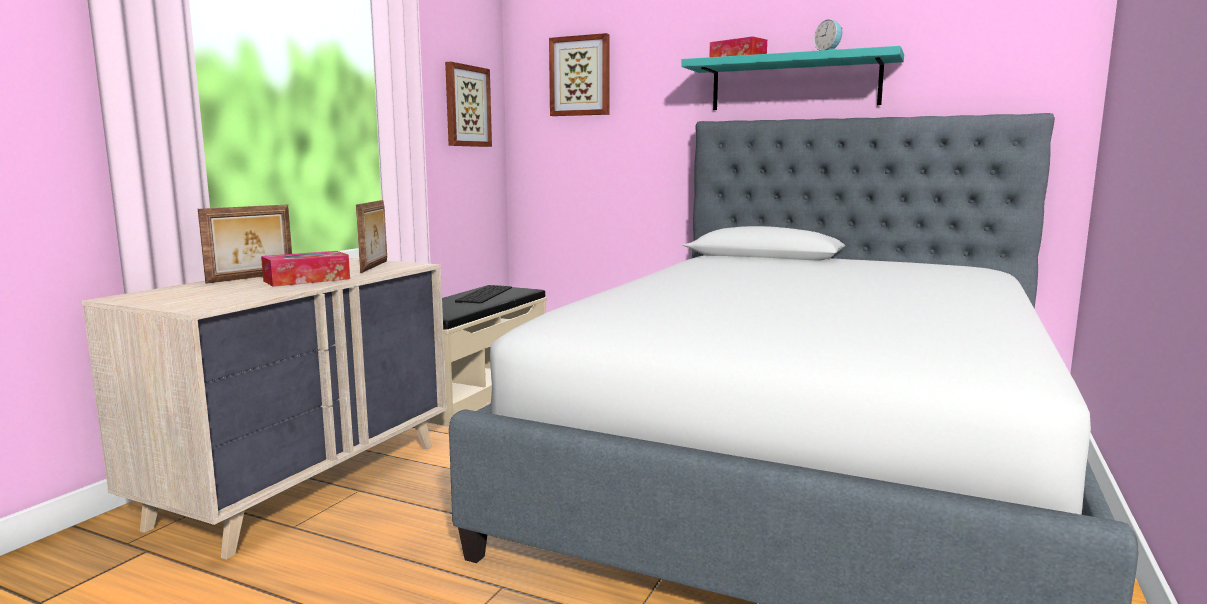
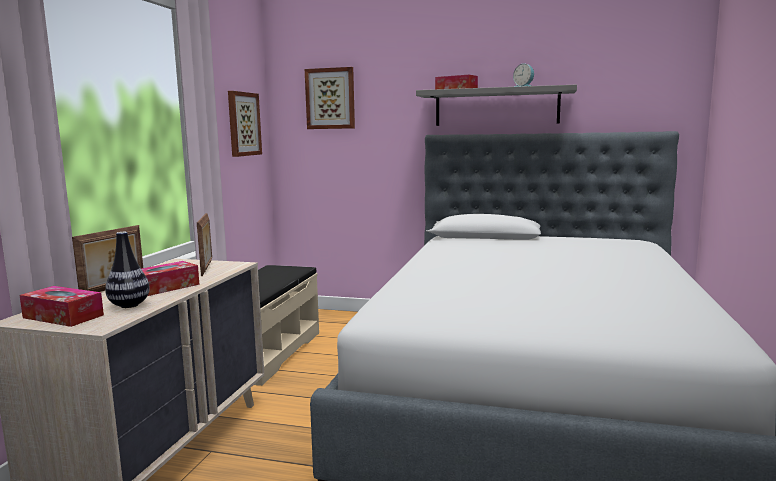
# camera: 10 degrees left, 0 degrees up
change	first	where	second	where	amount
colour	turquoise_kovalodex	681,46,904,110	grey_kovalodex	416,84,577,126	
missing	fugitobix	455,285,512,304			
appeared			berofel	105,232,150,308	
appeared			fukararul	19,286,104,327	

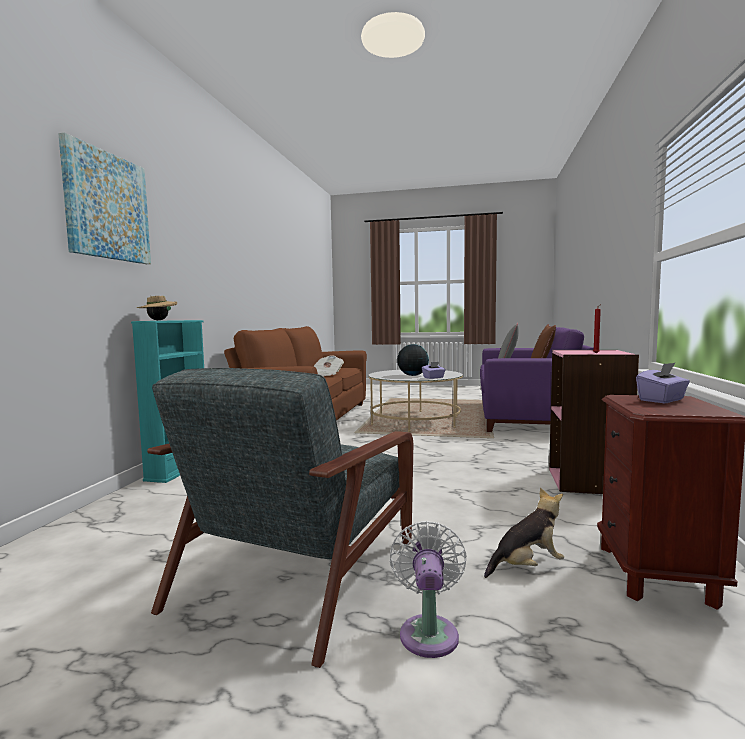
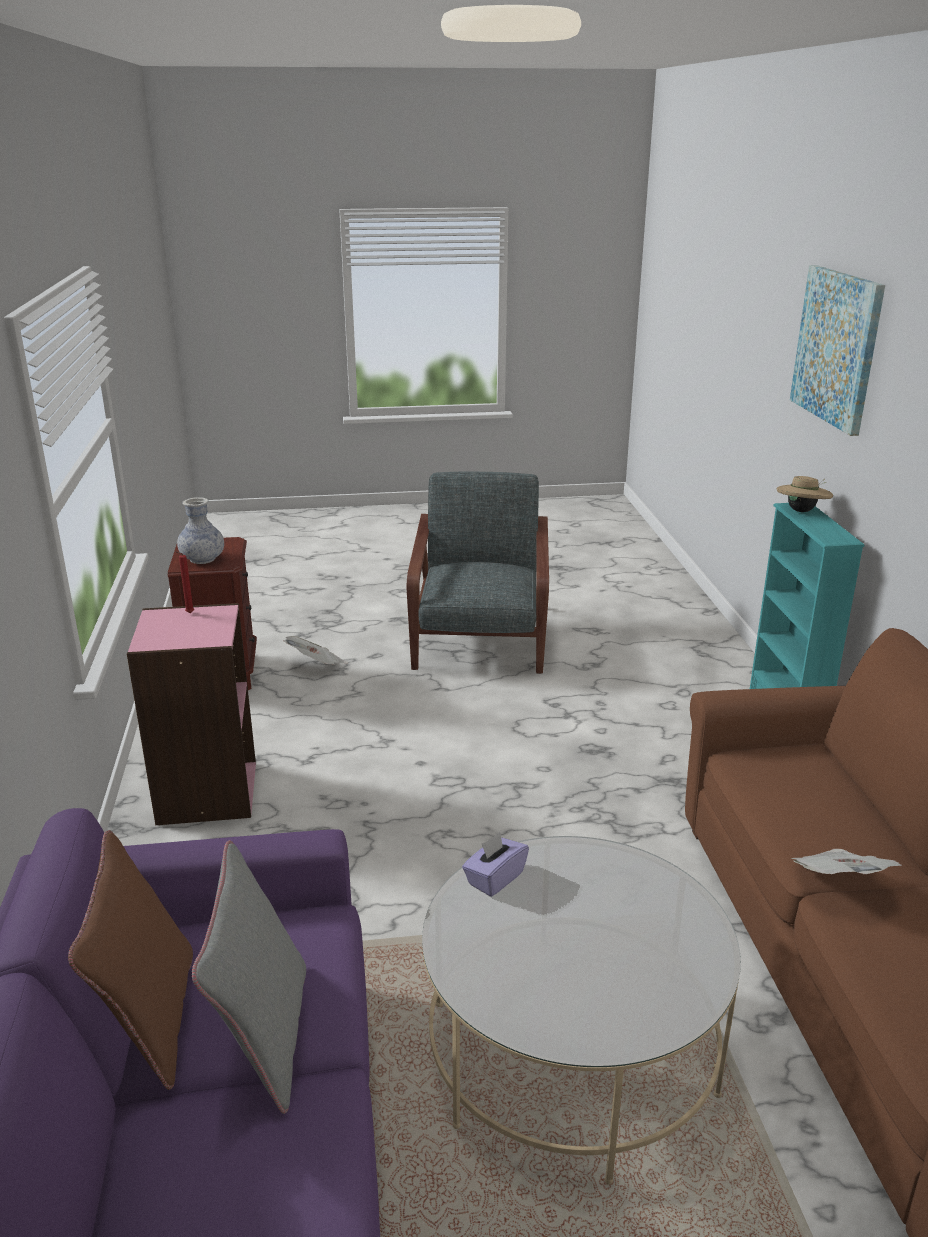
# camera: 160 degrees right, 20 degrees up
change	first	where	second	where	amount
missing	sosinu	397,344,429,376			
exchanged	purple_fukararul	636,362,690,403	berofel	177,497,224,564	
exchanged	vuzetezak	484,488,564,578	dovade	283,636,348,665	
missing	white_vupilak	390,521,467,658			

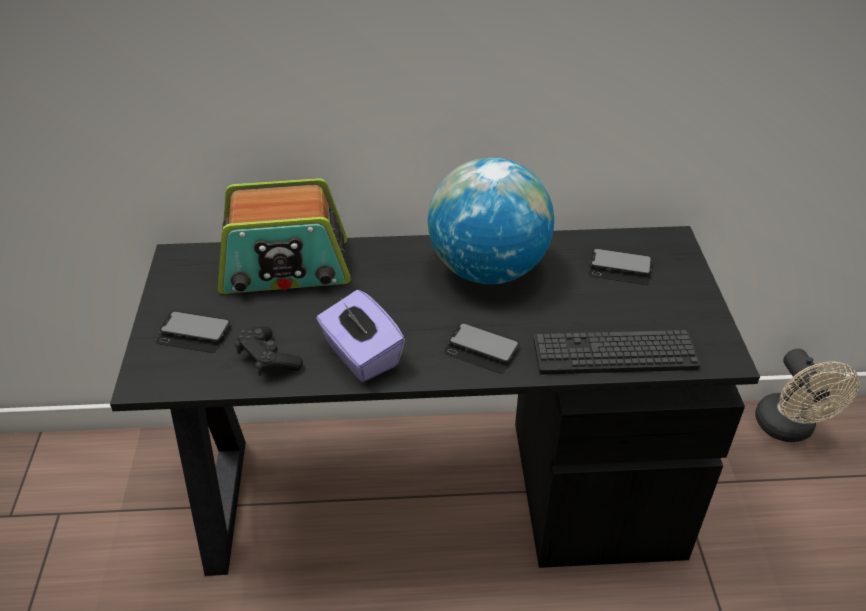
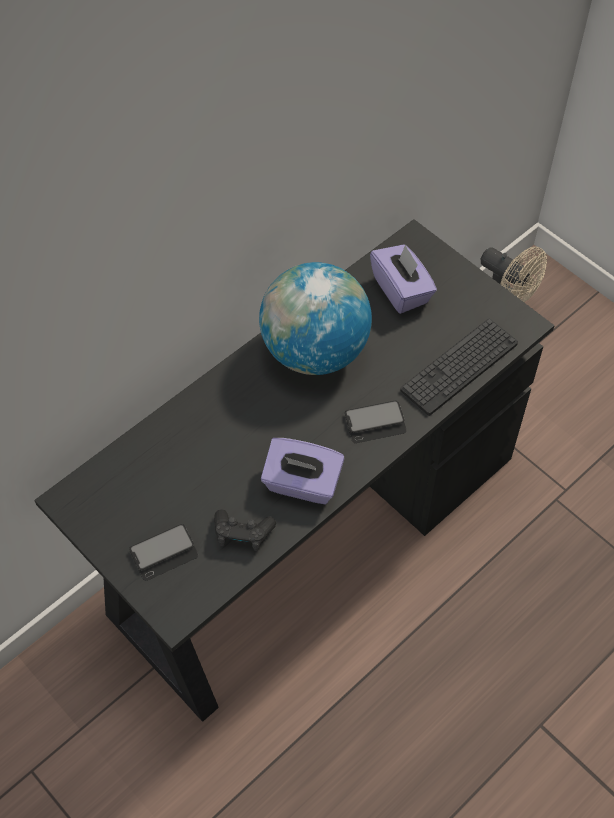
# camera: 40 degrees left, 15 degrees up
change	first	where	second	where	amount
missing	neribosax	218,178,350,294			
exchanged	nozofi	588,248,652,285	purple_fukararul	370,244,437,314	

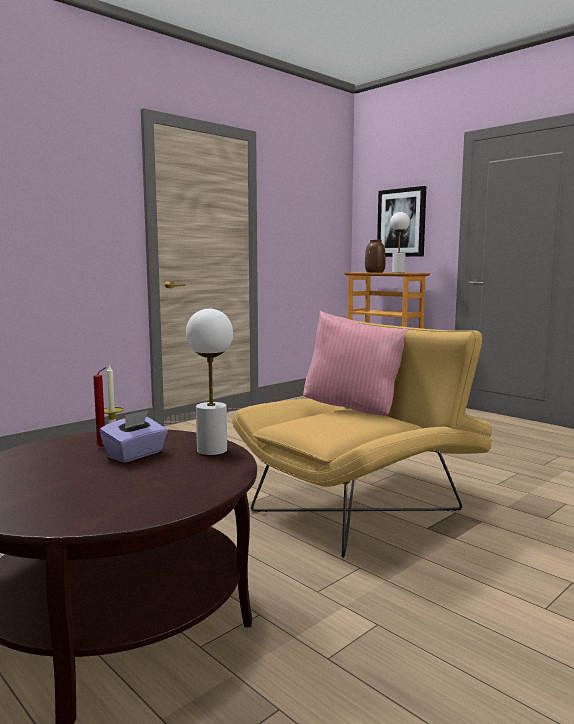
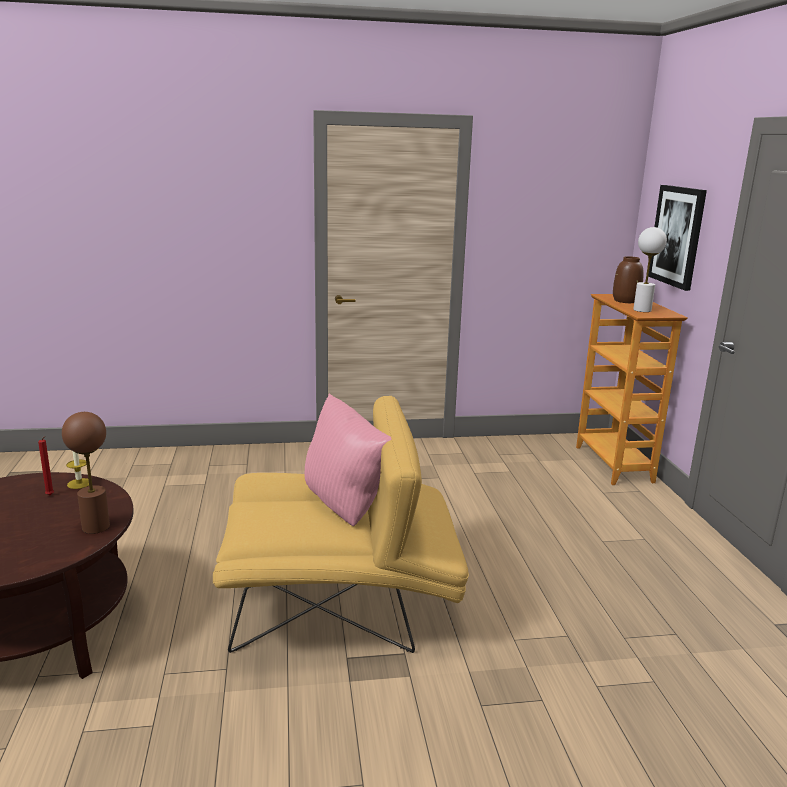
# camera: 35 degrees right, 10 degrees up
change	first	where	second	where	amount
colour	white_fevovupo	186,309,233,455	brown_fevovupo	62,412,110,534	
missing	purple_fukararul	99,410,168,463			

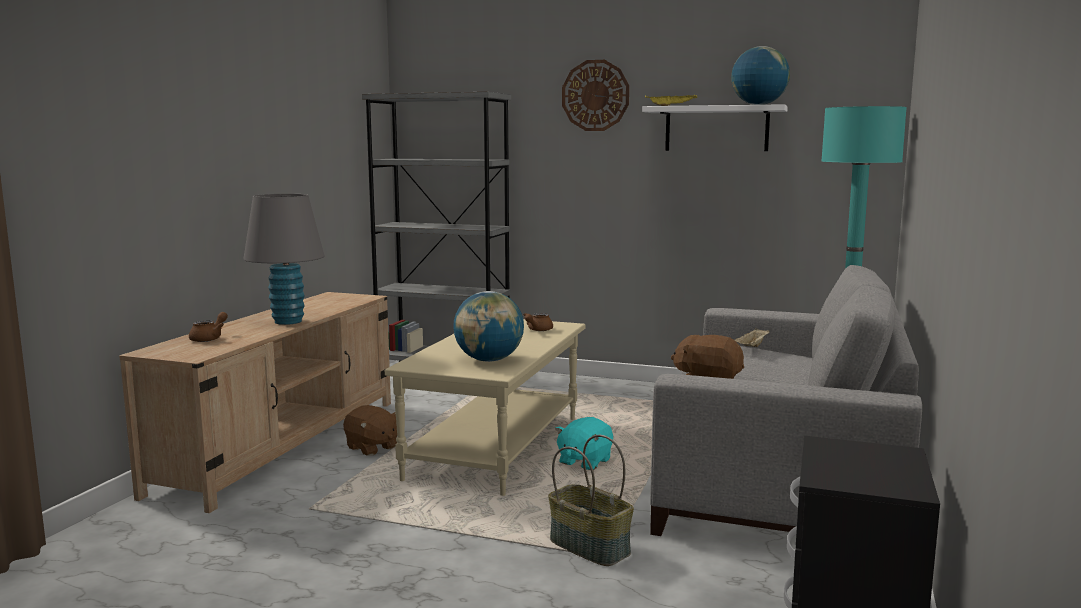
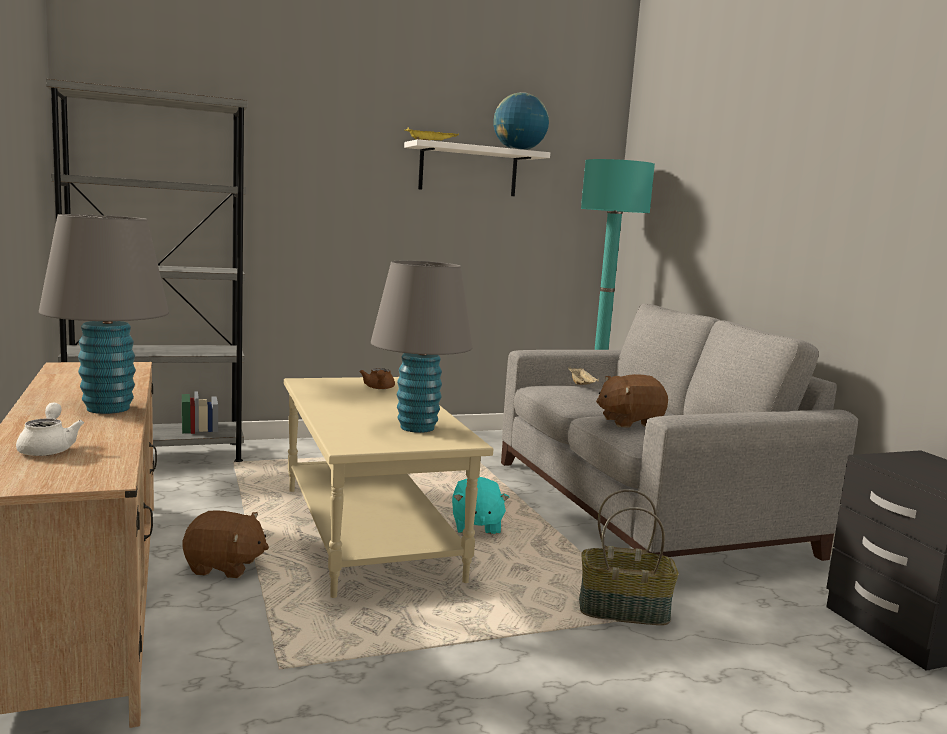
# camera: 40 degrees left, 0 degrees up
change	first	where	second	where	amount
missing	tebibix	562,60,629,131			
exchanged	sosinu	453,291,524,362	grey_fevovupo	371,261,472,433	
colour	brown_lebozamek	189,312,228,342	white_lebozamek	16,403,84,456	

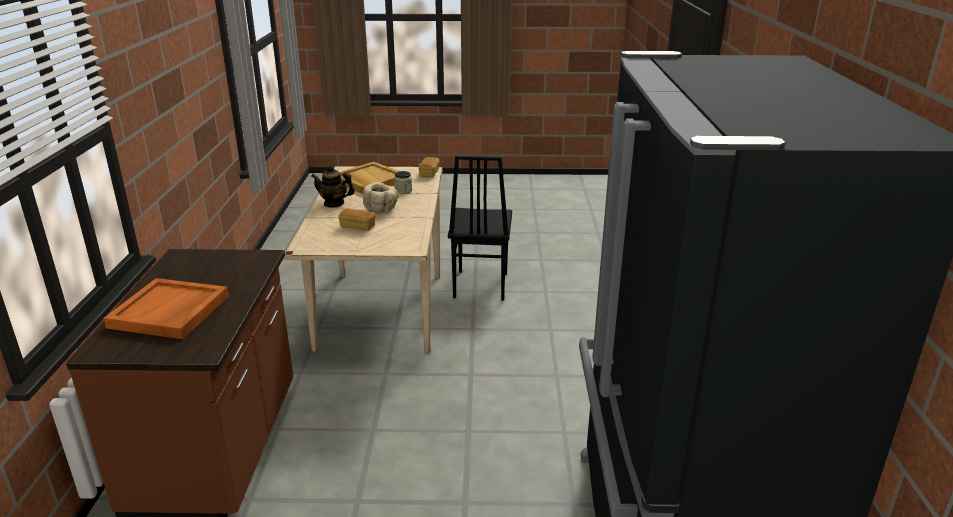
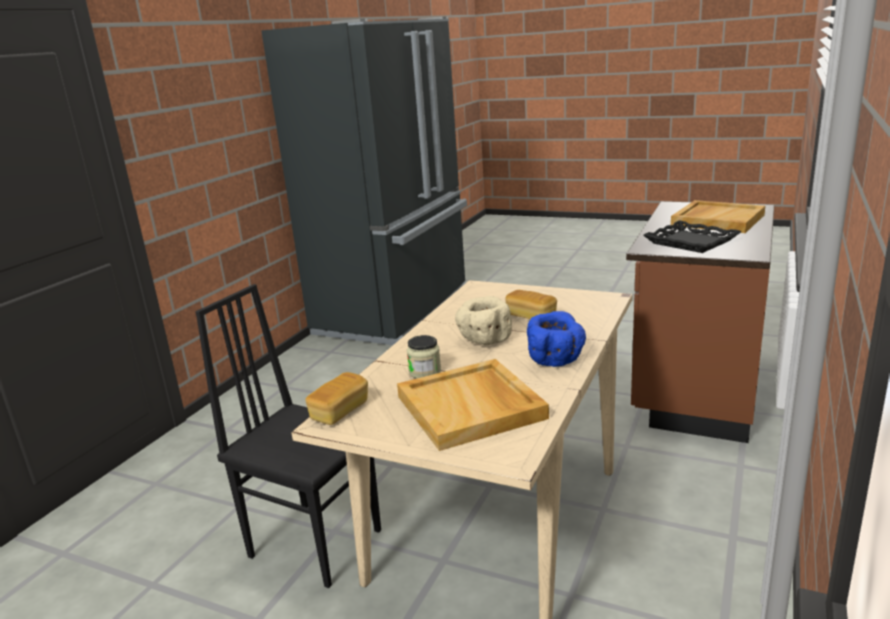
# camera: 155 degrees left, 5 degrees down
change	first	where	second	where	amount
spun	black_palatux	448,156,512,301		195,284,381,588	90 degrees counterclockwise
exchanged	lebozamek	311,165,355,208	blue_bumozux	527,311,586,367	
colour	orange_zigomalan	103,278,229,339	beige_zigomalan	671,200,765,233	
appeared			black_zigomalan	643,220,741,253	

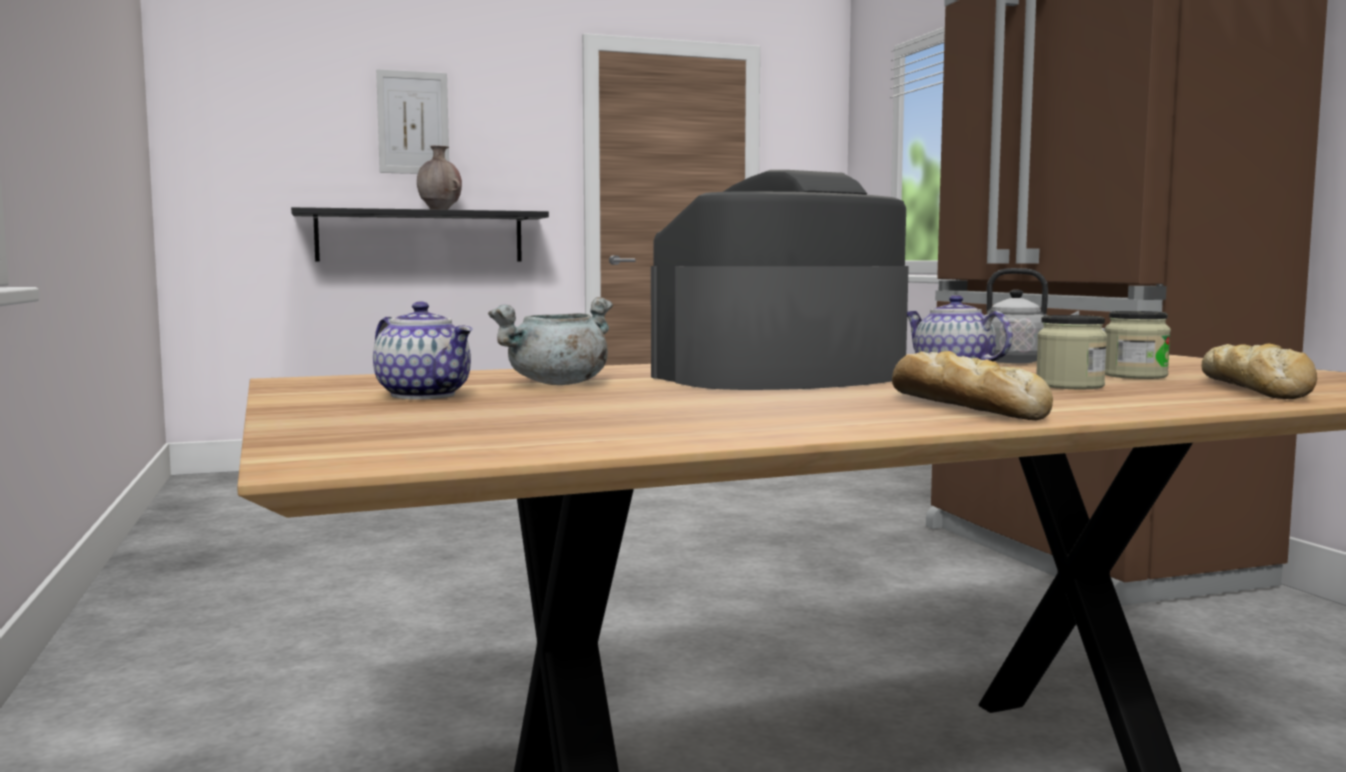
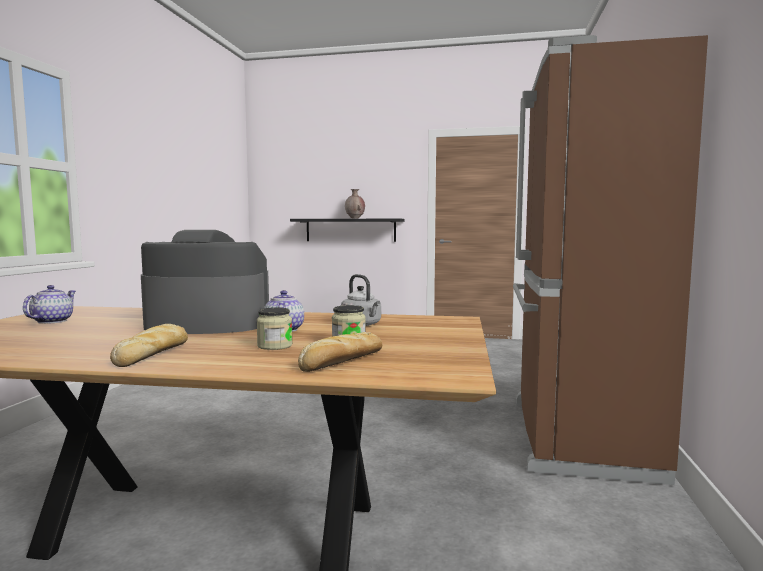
# camera: 30 degrees right, 0 degrees up
change	first	where	second	where	amount
missing	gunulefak	376,69,449,174			
missing	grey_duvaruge	488,297,613,385			
spun	lebozamek	373,302,473,399		23,285,76,324	150 degrees counterclockwise

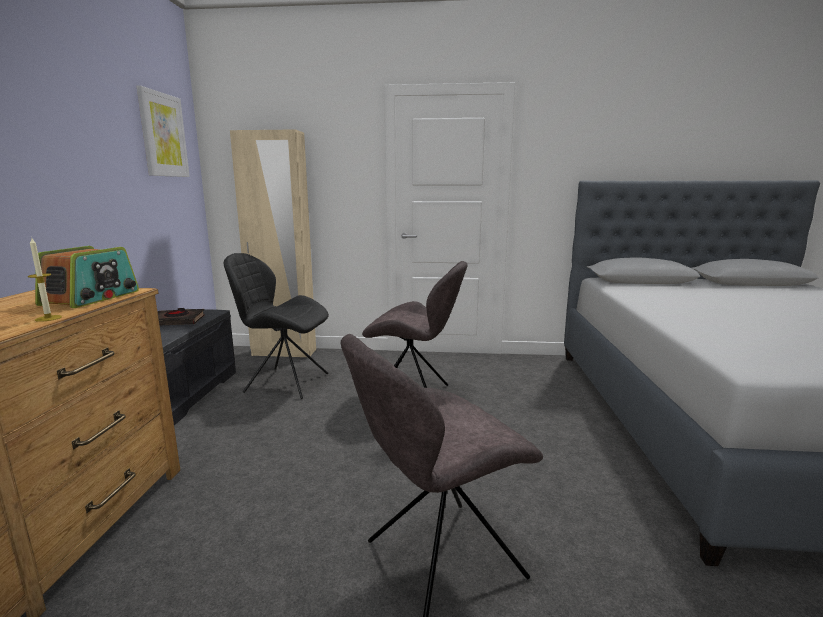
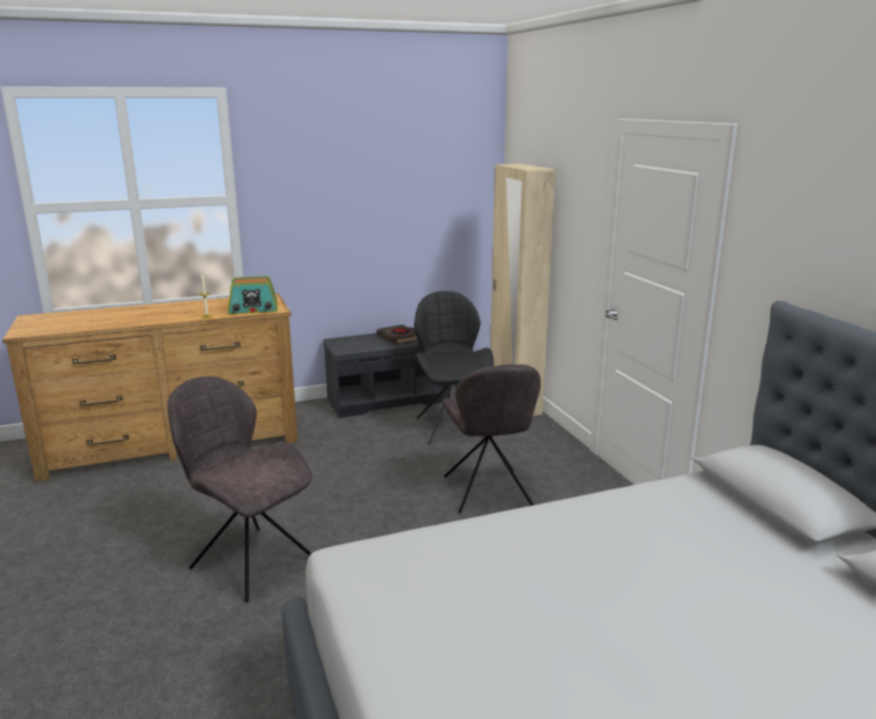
# camera: 65 degrees right, 5 degrees up
change	first	where	second	where	amount
missing	gunulefak	137,85,190,177			

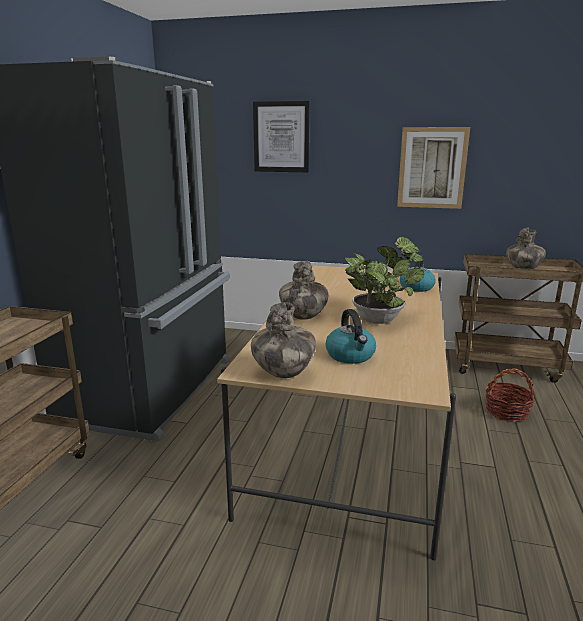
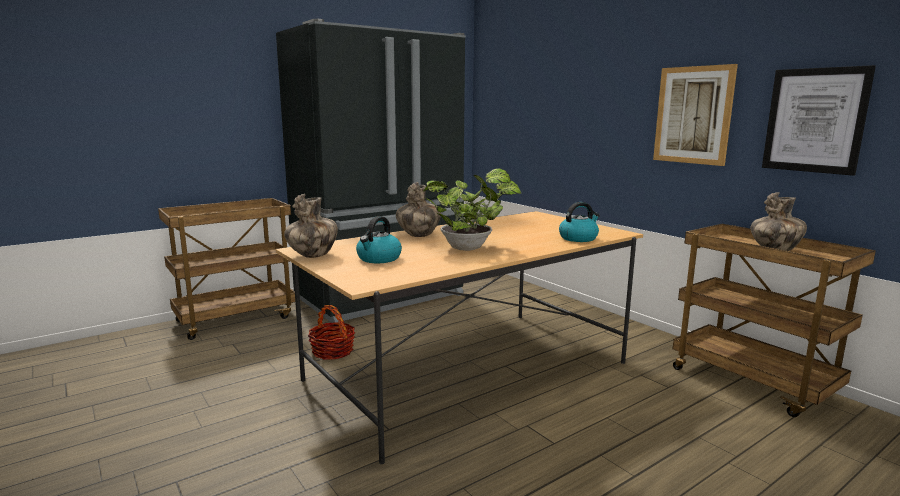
# camera: 40 degrees right, 5 degrees down
change	first	where	second	where	amount
relocated	gunulefak	253,101,310,172		762,65,876,176	
relocated	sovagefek	485,368,535,422		308,305,355,360	

